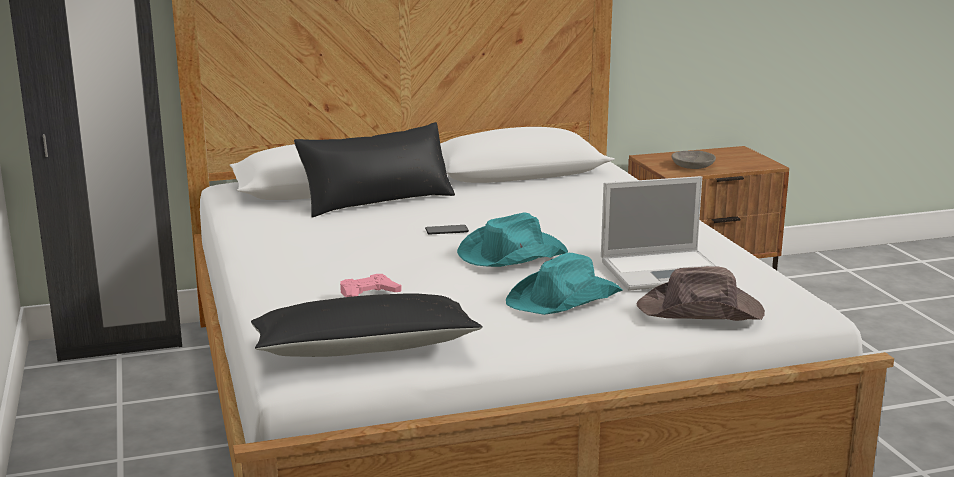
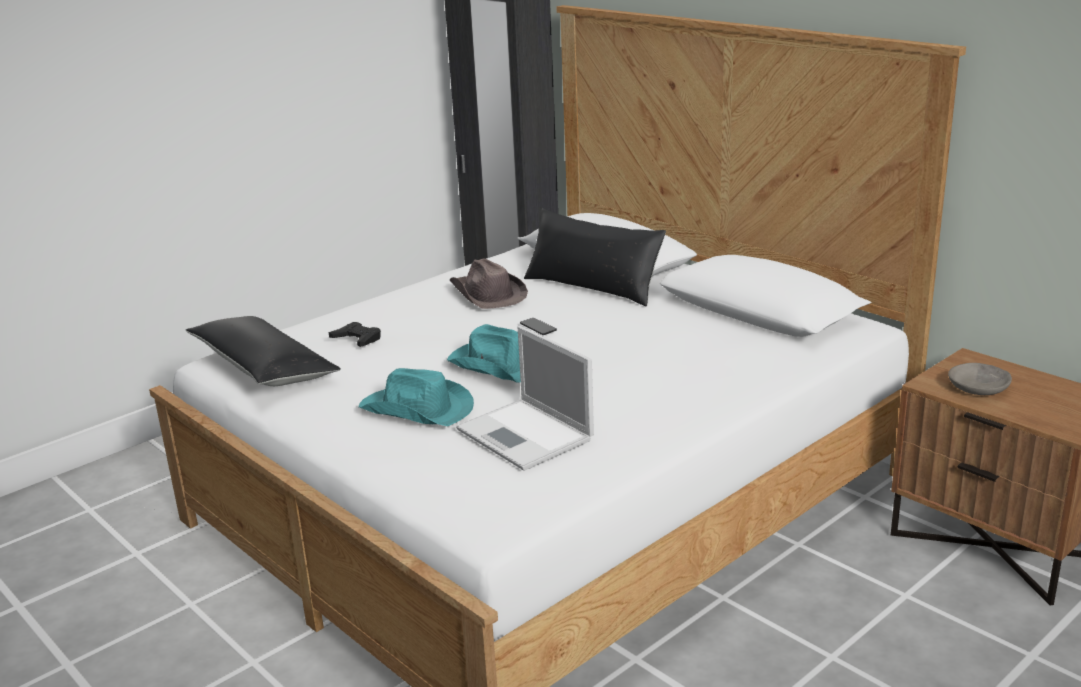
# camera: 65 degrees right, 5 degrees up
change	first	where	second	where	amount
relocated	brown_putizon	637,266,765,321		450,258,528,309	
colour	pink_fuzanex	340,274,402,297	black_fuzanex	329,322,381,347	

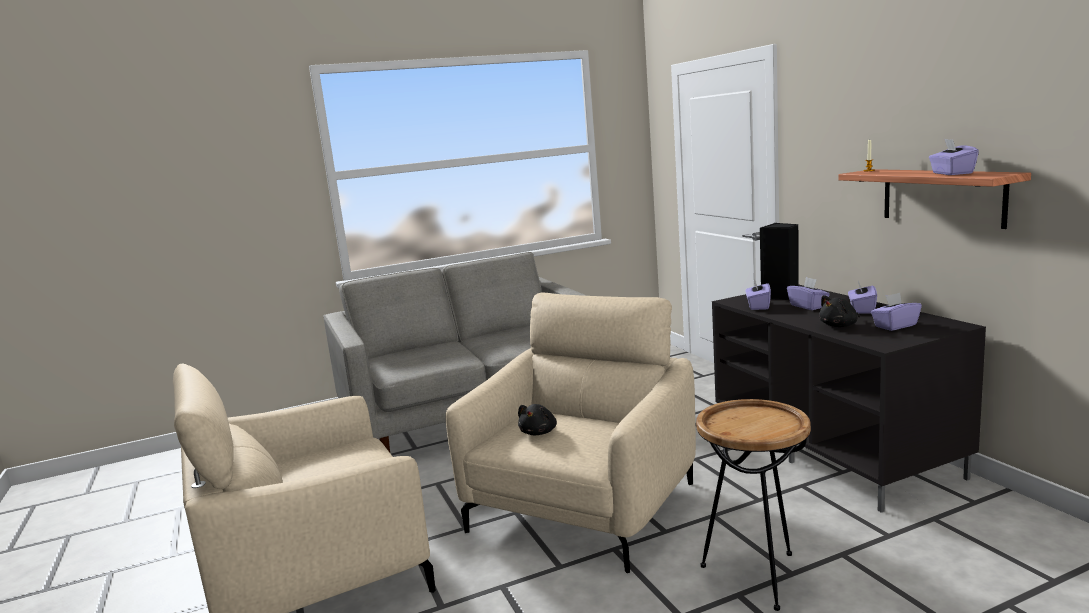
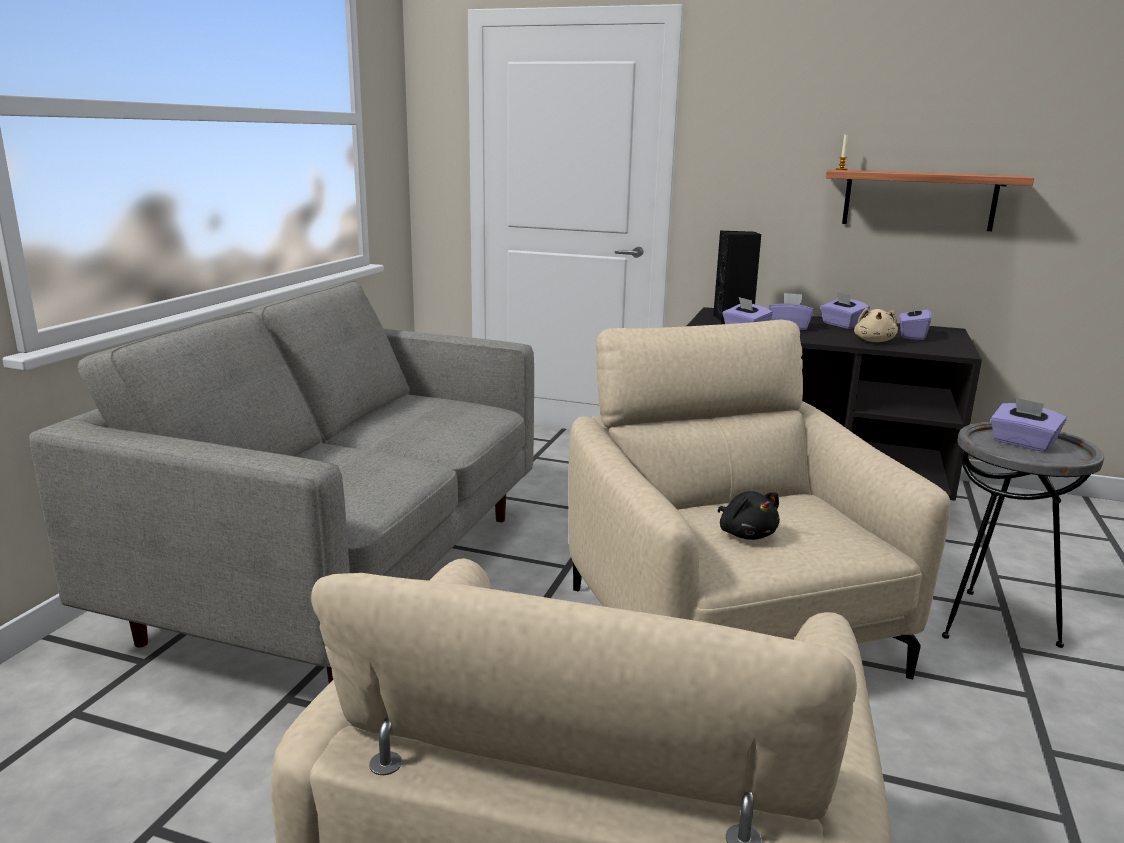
# camera: 50 degrees left, 5 degrees up
change	first	where	second	where	amount
relocated	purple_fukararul	929,139,979,175		991,397,1067,452	
colour	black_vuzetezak	819,295,860,327	beige_vuzetezak	854,308,898,342	
colour	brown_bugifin	696,399,811,611	grey_bugifin	942,422,1104,648	

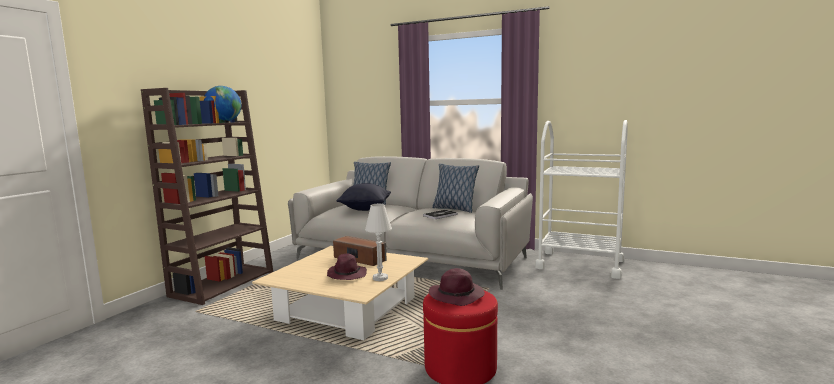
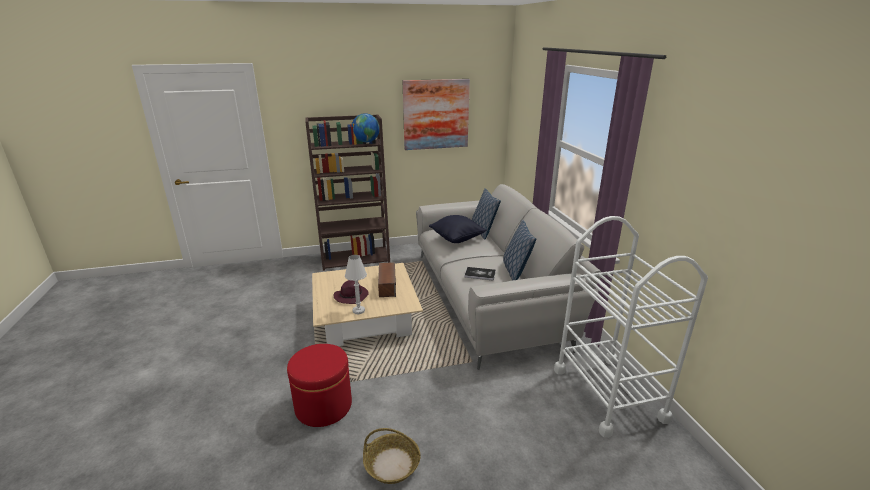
# camera: 50 degrees right, 15 degrees up
change	first	where	second	where	amount
missing	purple_putizon	429,268,485,306			
appeared			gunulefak	403,79,470,150	
appeared			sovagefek	363,428,421,484	

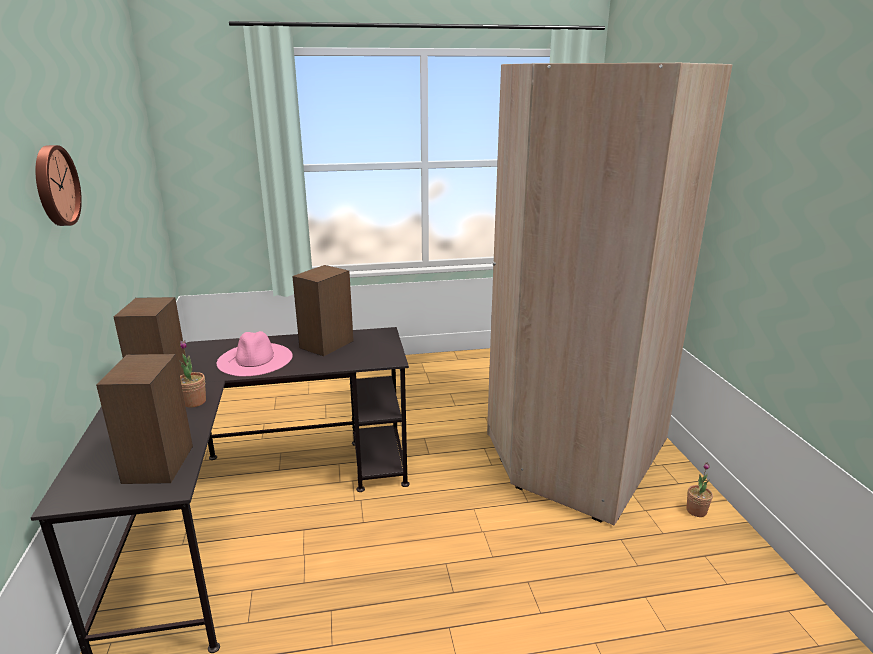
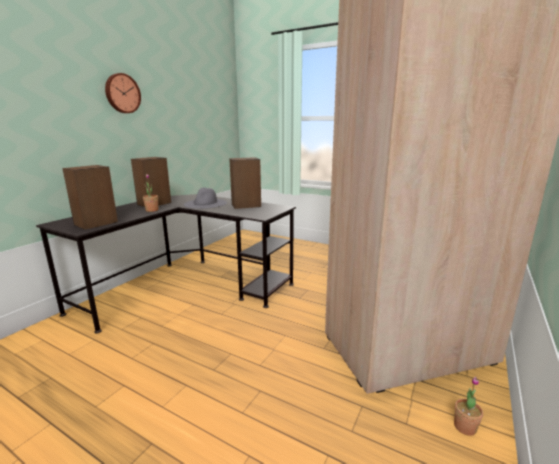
# camera: 40 degrees right, 5 degrees down
change	first	where	second	where	amount
colour	pink_putizon	217,331,293,376	grey_putizon	184,187,227,209	

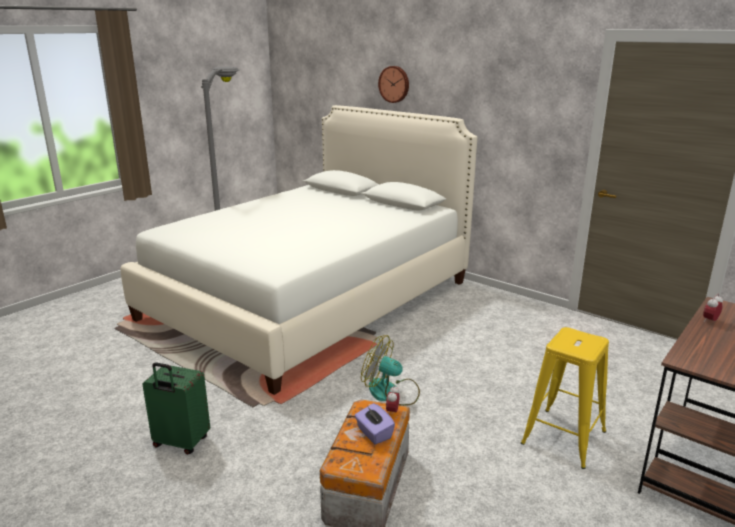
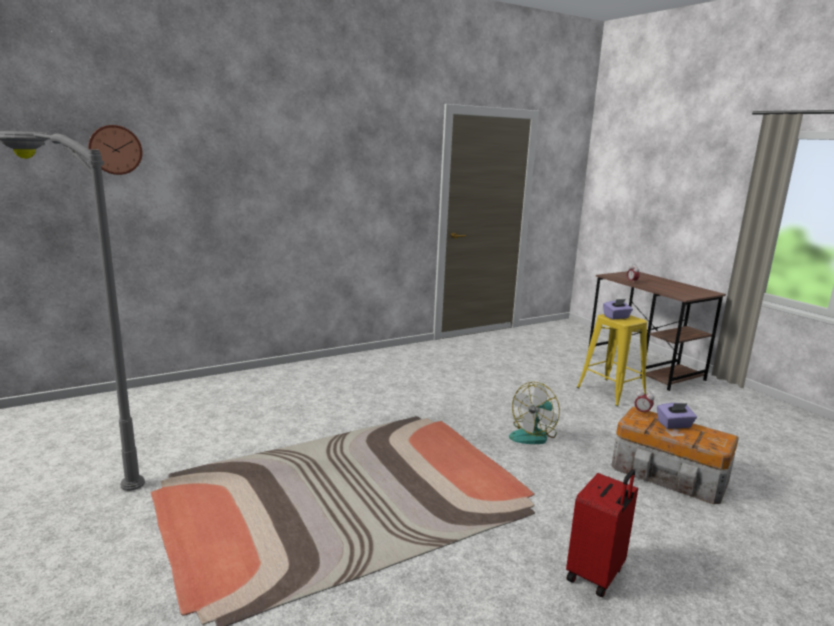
# camera: 70 degrees left, 5 degrees down
change	first	where	second	where	amount
relocated	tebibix	378,66,409,103		88,125,142,175	
missing	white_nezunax	121,105,477,395			
colour	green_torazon	142,362,210,455	red_torazon	566,469,638,598	
appeared			purple_fukararul	603,299,633,319	

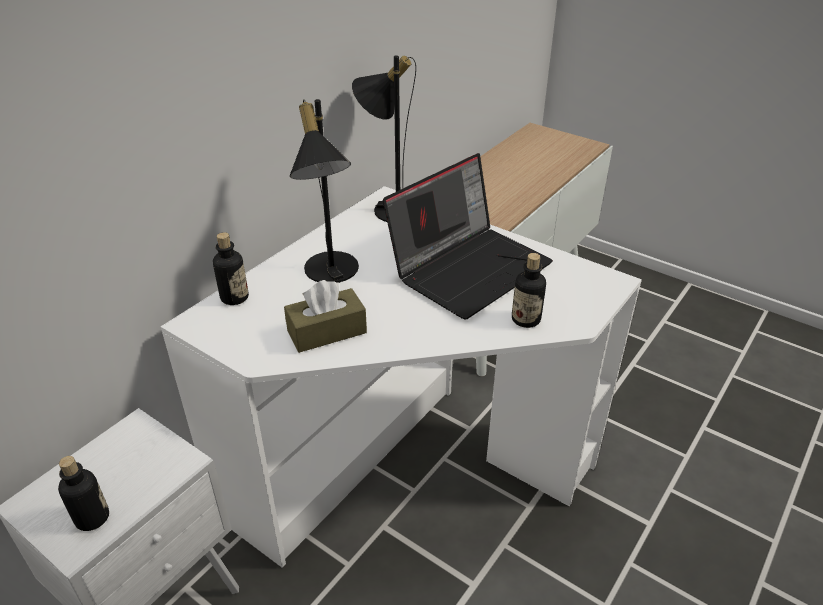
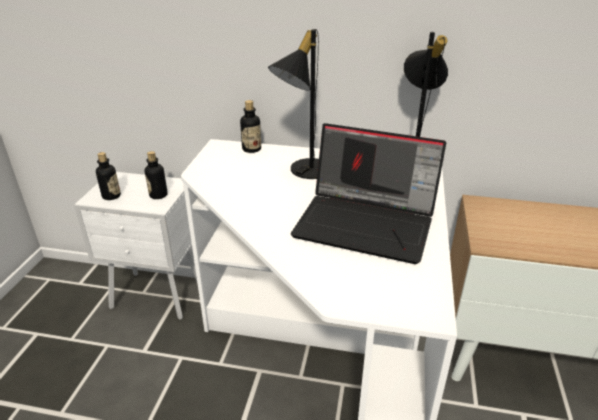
# camera: 65 degrees right, 5 degrees down
change	first	where	second	where	amount
relocated	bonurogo	512,253,546,328		145,151,168,199	
missing	brown_fukararul	284,280,367,353			

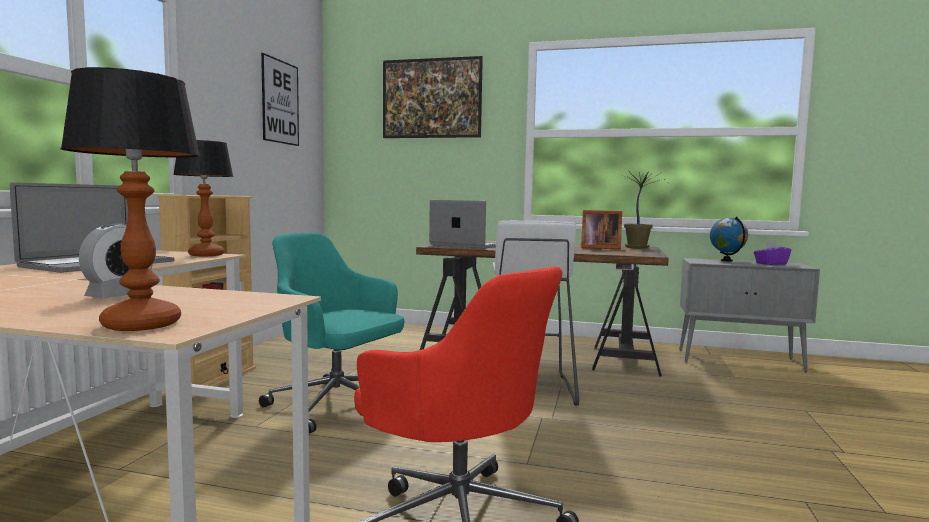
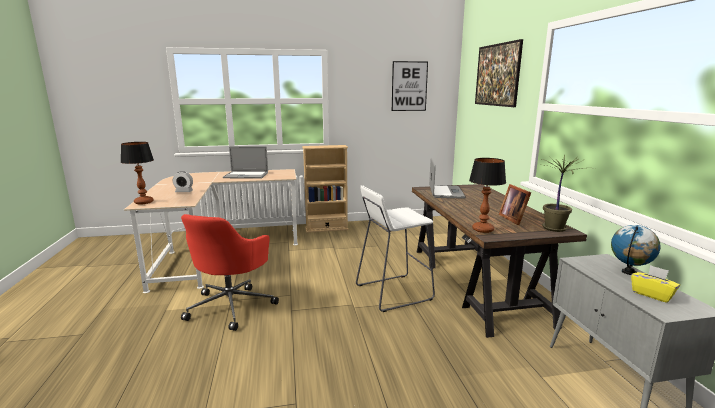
# camera: 65 degrees right, 10 degrees up
change	first	where	second	where	amount
relocated	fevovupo	173,140,233,256		469,158,506,233	
missing	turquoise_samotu	259,233,404,433			
colour	purple_fukararul	754,241,791,265	yellow_fukararul	631,265,680,303	

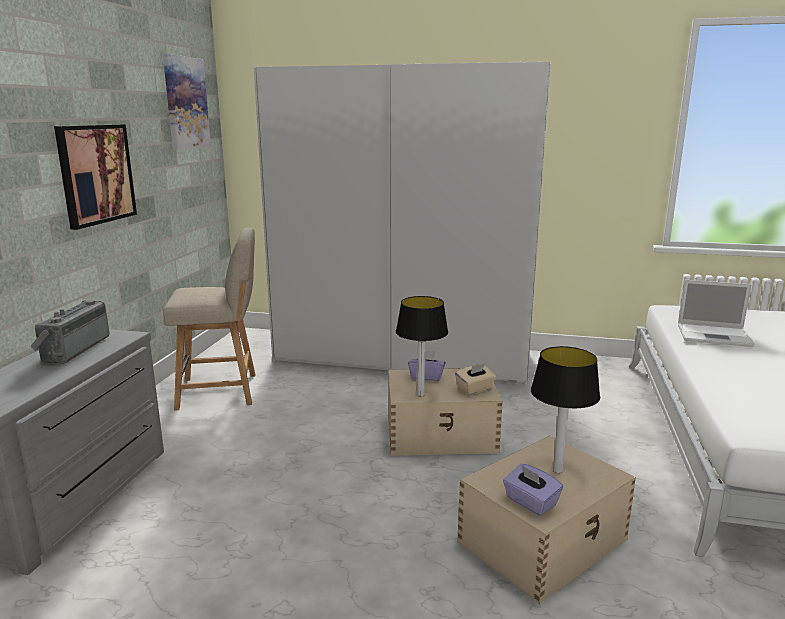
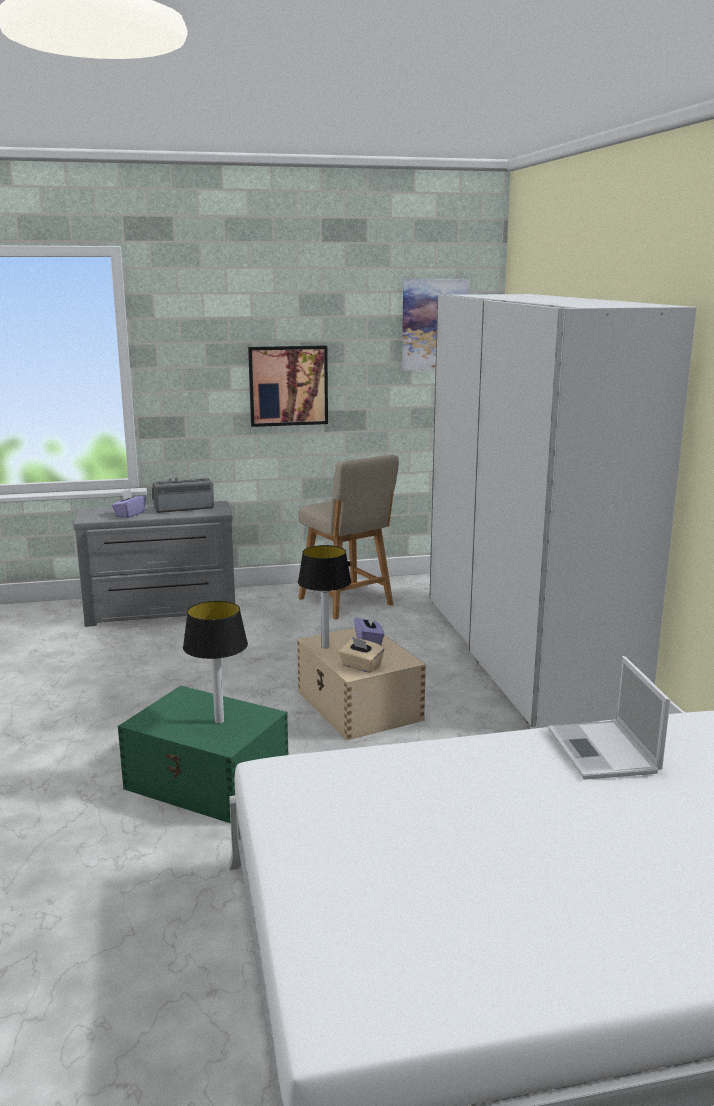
# camera: 65 degrees right, 0 degrees up
change	first	where	second	where	amount
colour	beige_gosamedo	457,436,636,604	green_gosamedo	118,686,288,823	
relocated	purple_fukararul	503,464,563,516		112,490,146,518	

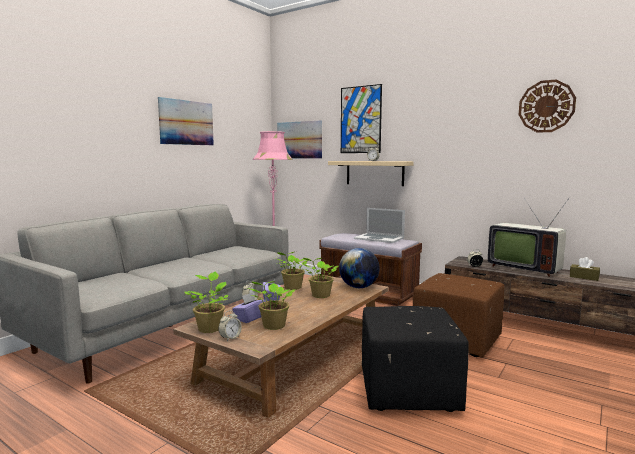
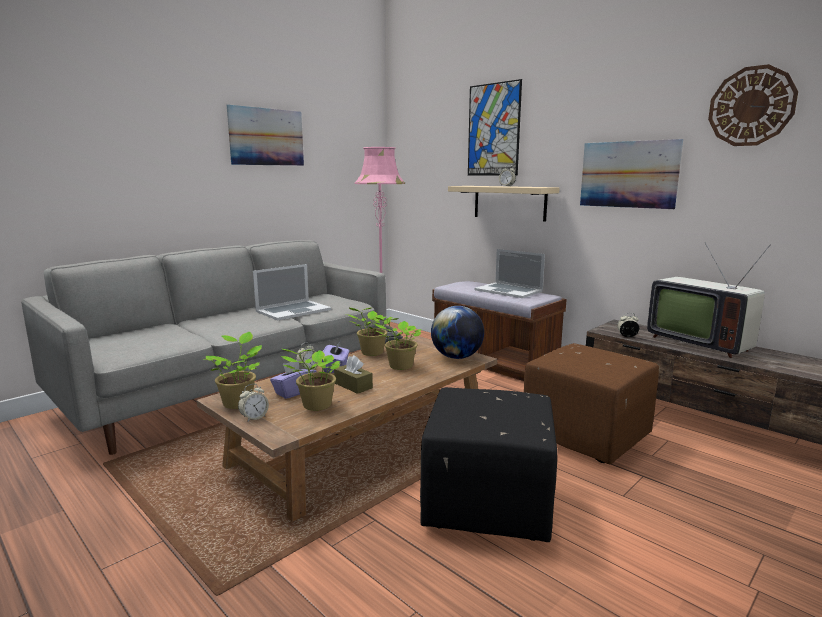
# camera: 10 degrees right, 5 degrees up
change	first	where	second	where	amount
relocated	gunulefak	277,120,322,159		580,139,683,209	
relocated	brown_fukararul	570,257,600,281		334,355,373,394	
appeared			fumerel	253,264,331,320	

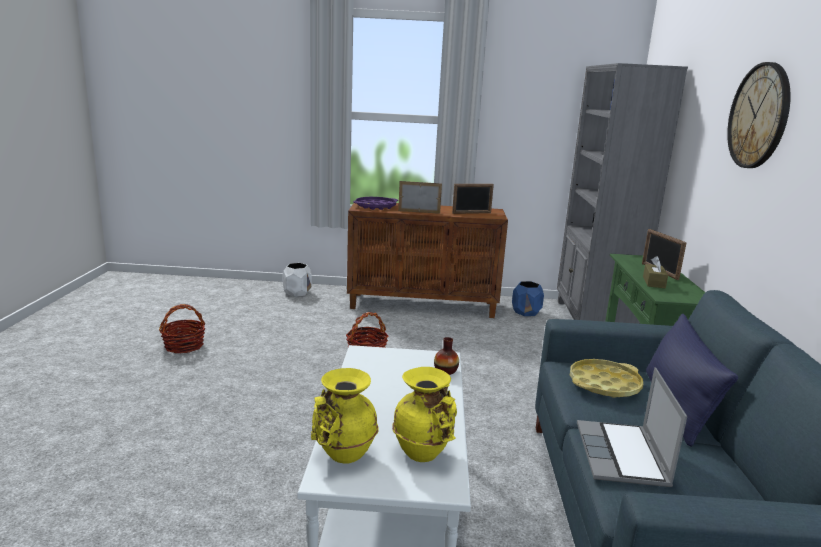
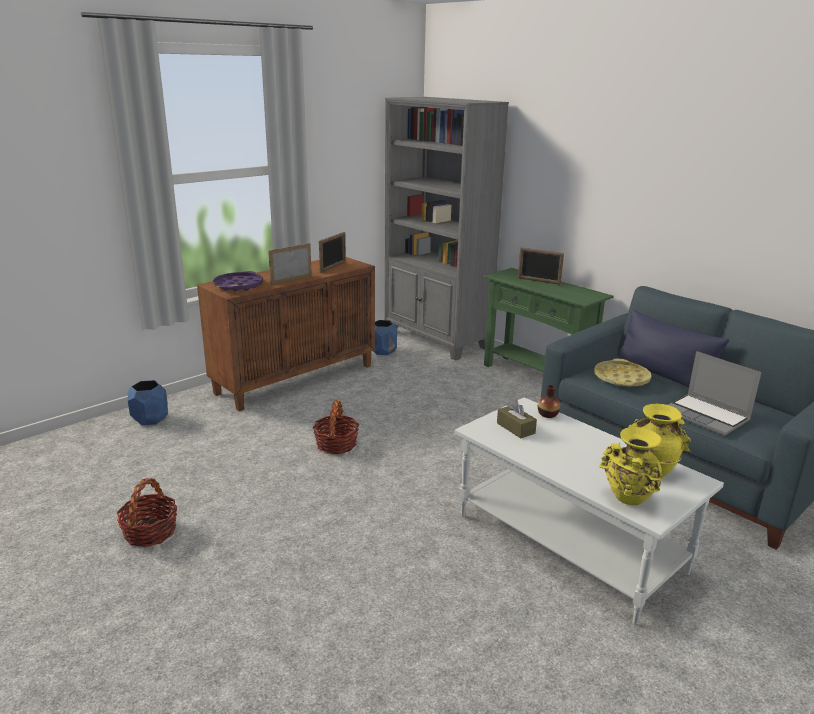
# camera: 45 degrees left, 5 degrees up
change	first	where	second	where	amount
missing	tebibix	727,62,791,168			
relocated	brown_fukararul	643,256,668,288		497,400,537,438	
colour	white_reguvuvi	283,263,312,297	blue_reguvuvi	128,380,168,425	

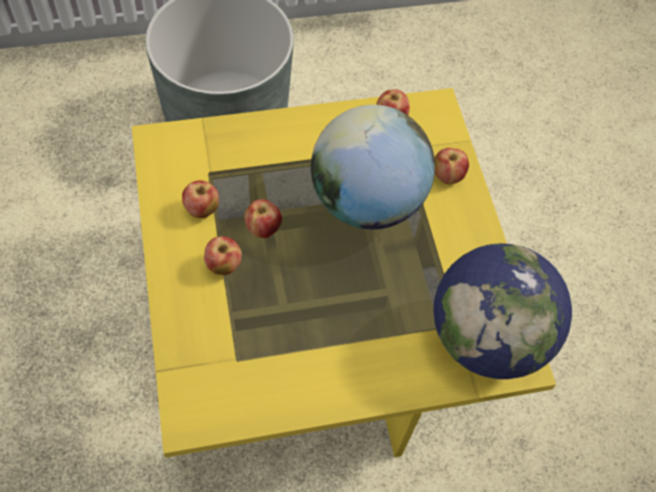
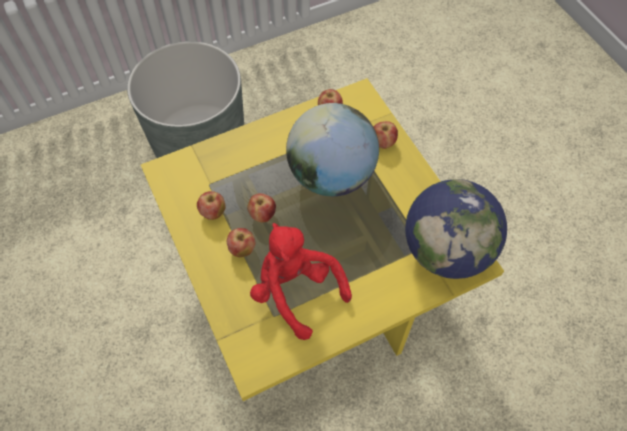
# camera: 10 degrees left, 0 degrees up
change	first	where	second	where	amount
appeared			red_vuzetezak	250,223,352,340	

